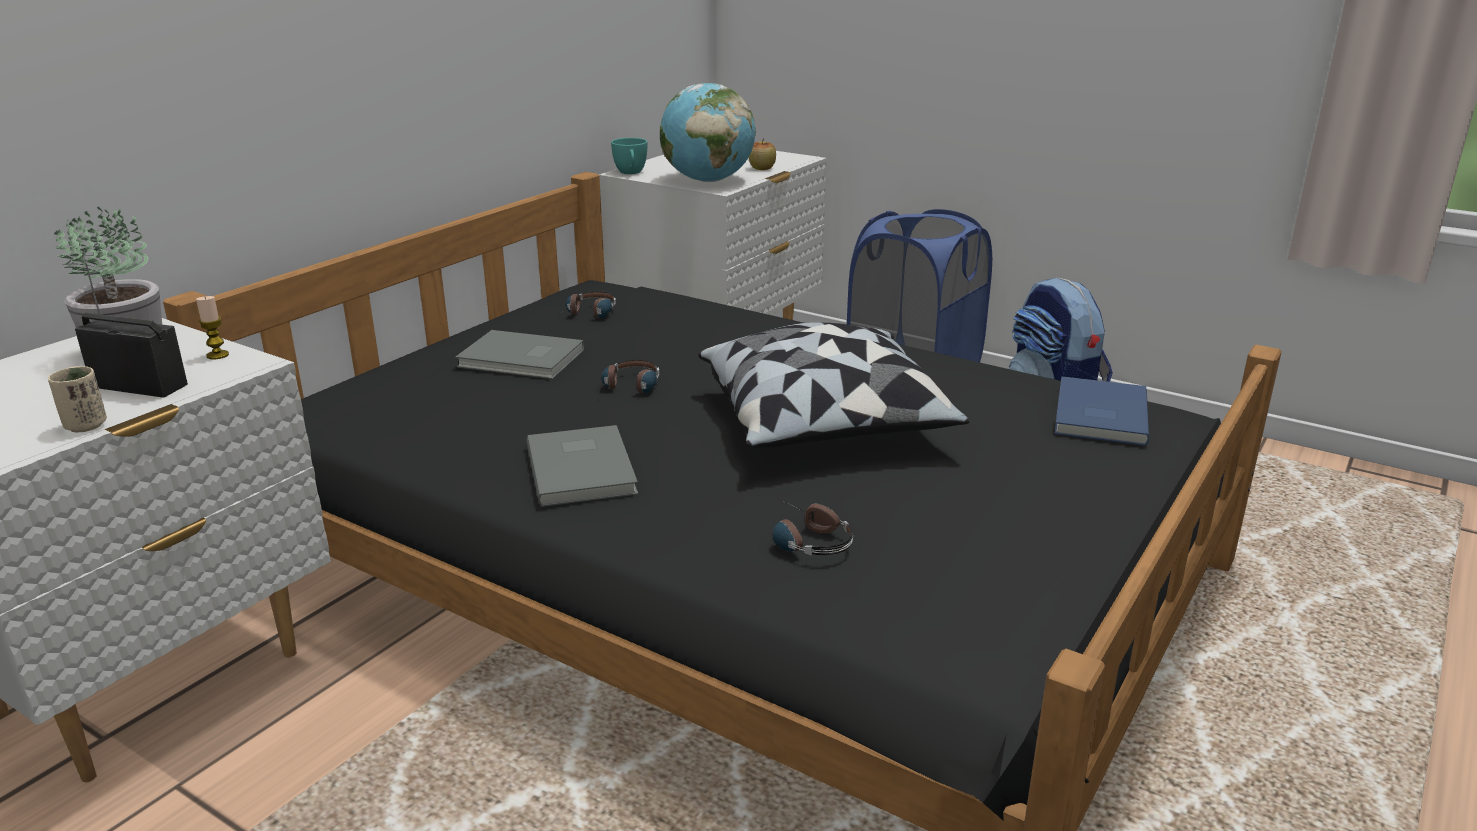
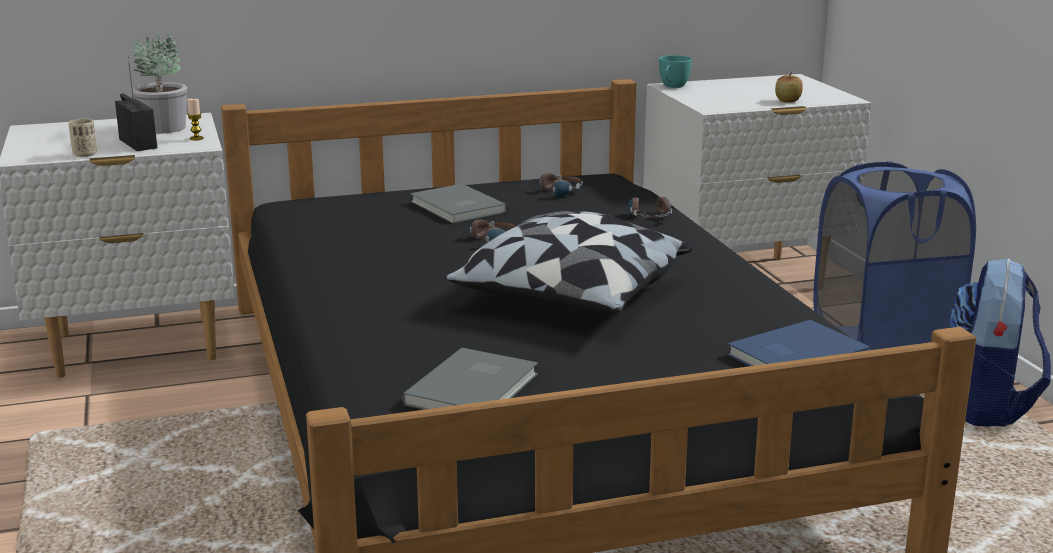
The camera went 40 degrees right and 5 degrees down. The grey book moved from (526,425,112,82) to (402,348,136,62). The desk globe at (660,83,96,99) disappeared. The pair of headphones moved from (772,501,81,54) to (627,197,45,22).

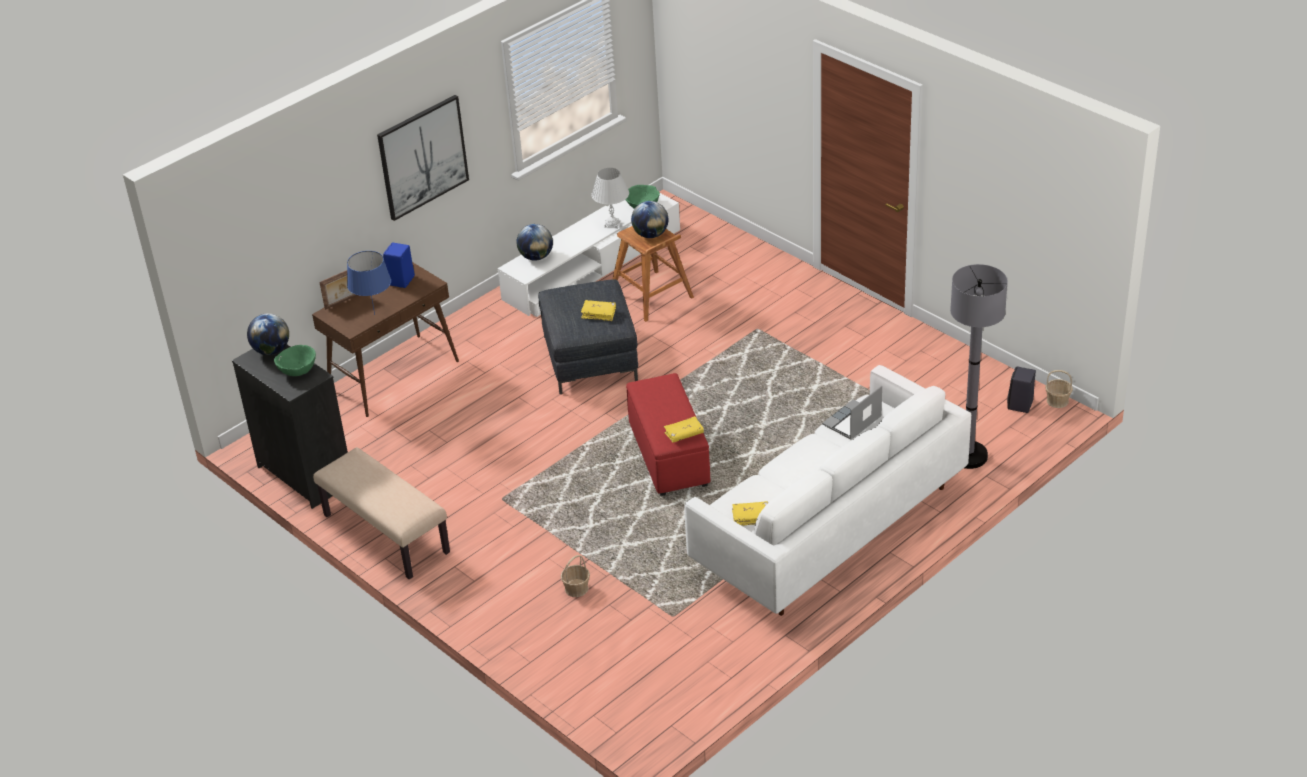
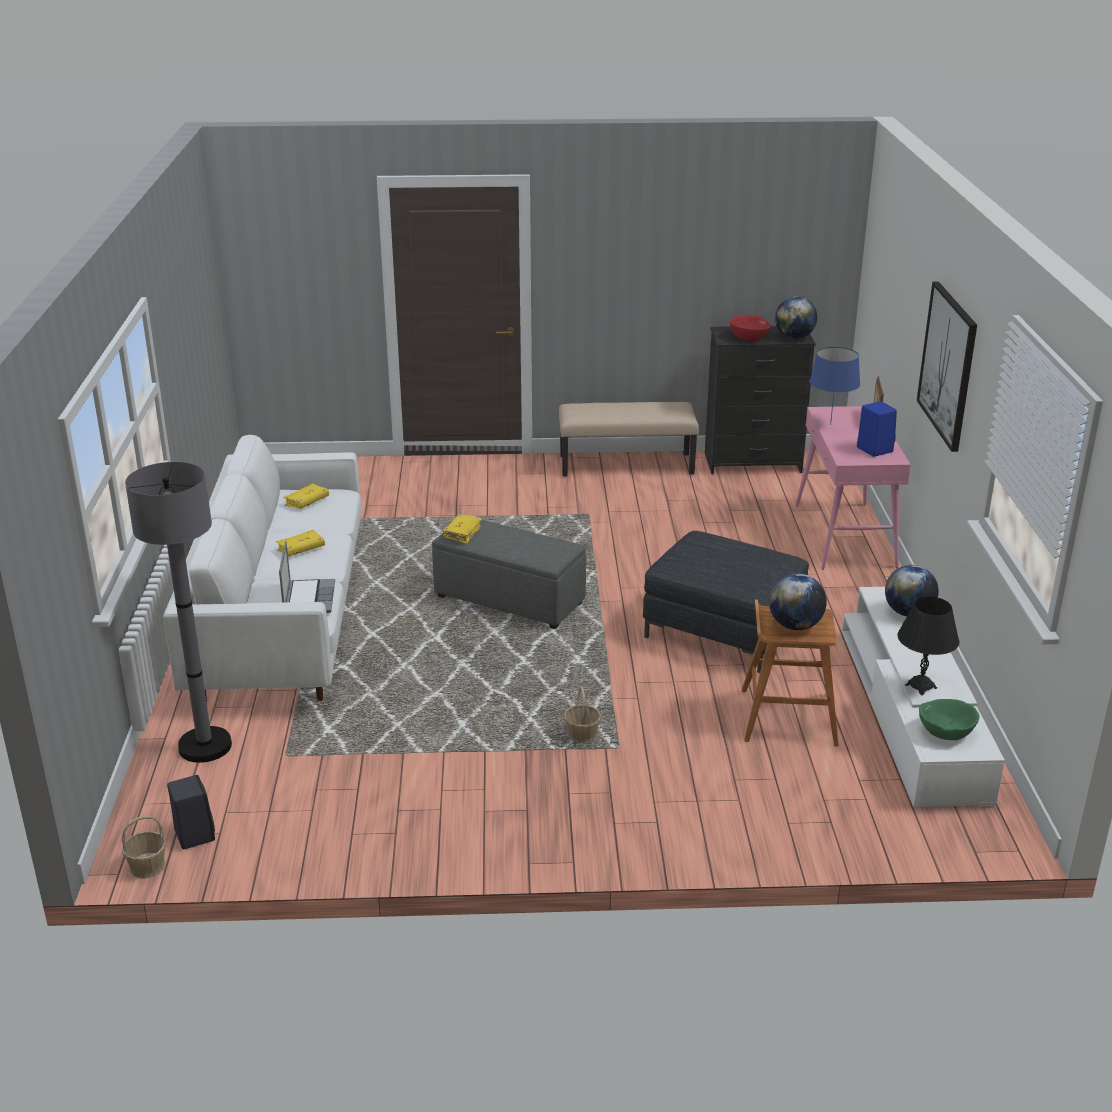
The camera went 130 degrees right and 10 degrees down. The green-coloured bowl at (274,345,42,31) became the red-coloured bowl at (730,314,40,27). The brown-coloured narrow table at (312,262,147,155) became the pink narrow table at (795,406,116,164). The basket moved from (561,555,29,42) to (564,686,37,57). The yellowish book moved from (581,300,35,21) to (276,530,49,27). The whitish table lamp at (591,168,38,61) became the blackish table lamp at (897,597,63,98). The red-coloured footrest at (626,373,85,123) became the grey footrest at (432,520,154,109).

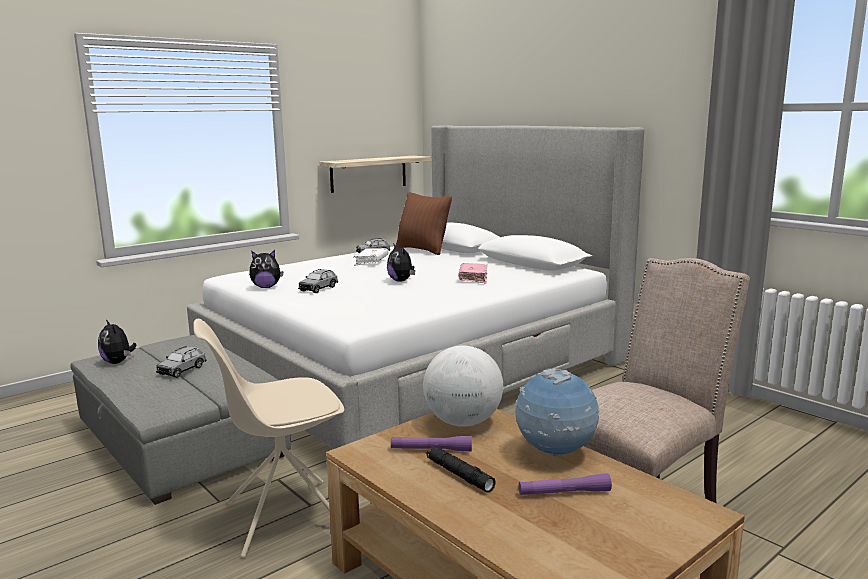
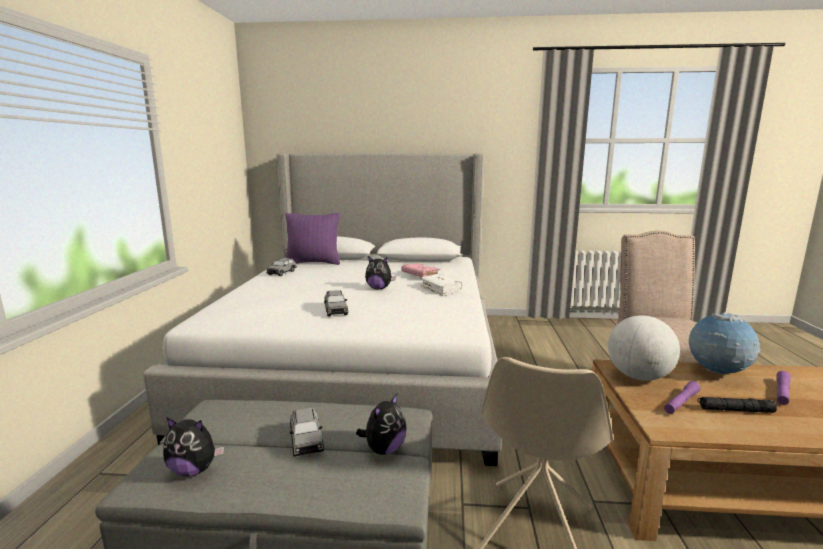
The camera went 45 degrees left and 0 degrees up. The plush toy moved from (249,250,35,38) to (356,394,51,61). The shelf at (319,156,112,37) disappeared. The whitish book moved from (353,248,36,17) to (420,274,43,22). The brown-coloured cushion at (396,192,56,63) became the purple cushion at (286,213,54,52).

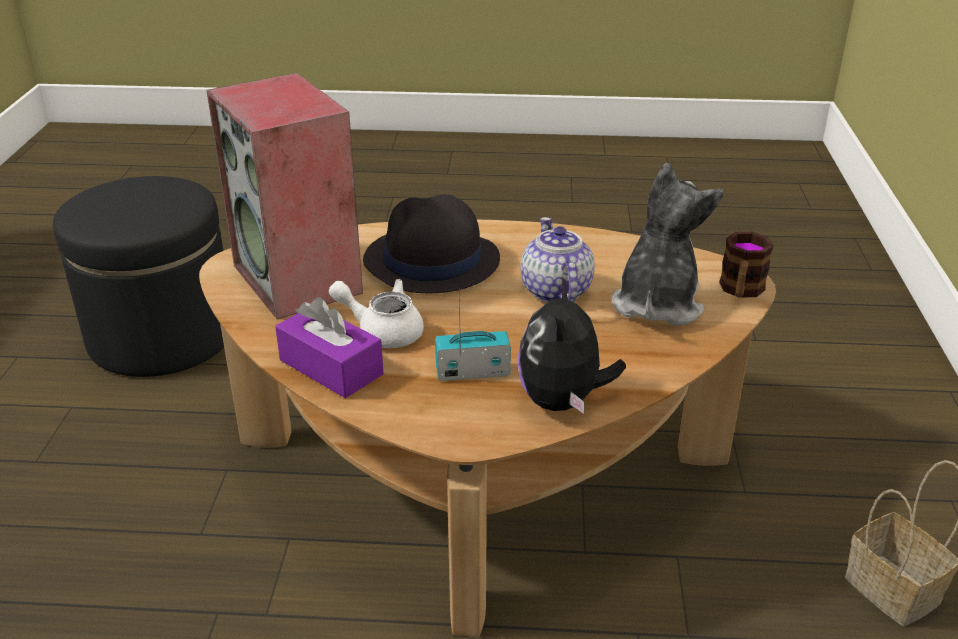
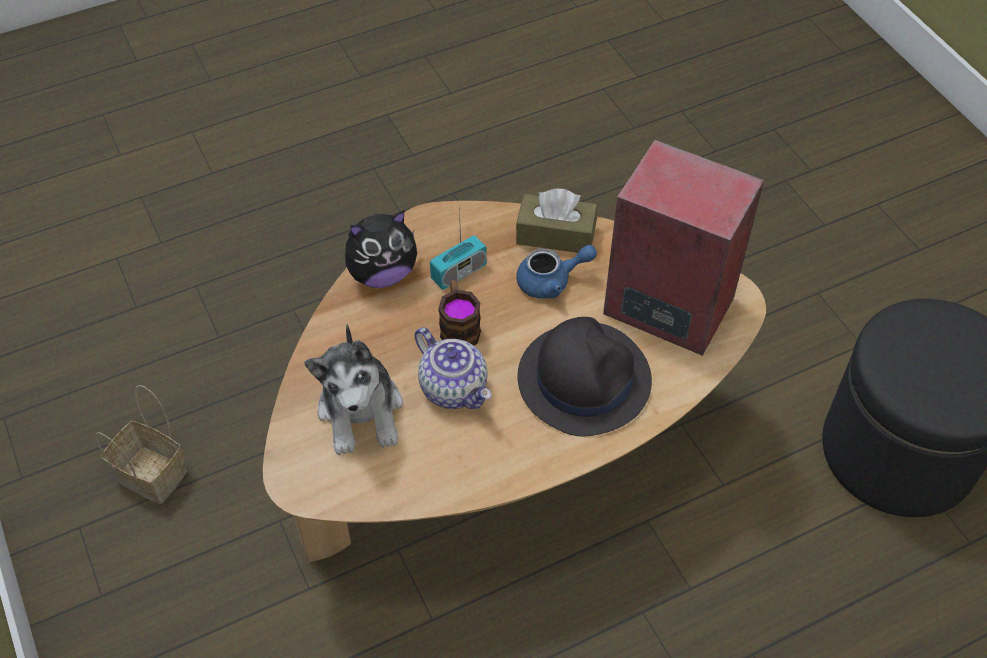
The camera went 150 degrees right and 20 degrees up. The purple tissue box at (275,297,109,101) became the brown-coloured tissue box at (516,188,81,65). The whitish tea pot at (329,279,95,69) became the bluish tea pot at (516,245,81,54). The plush toy at (518,278,108,136) turned 90 degrees clockwise. The coffee mug moved from (719,232,55,66) to (438,280,43,65).

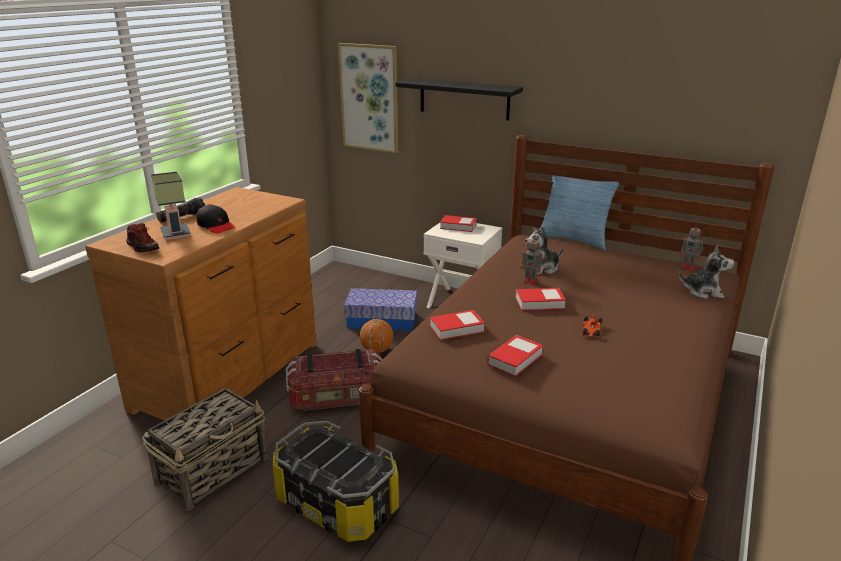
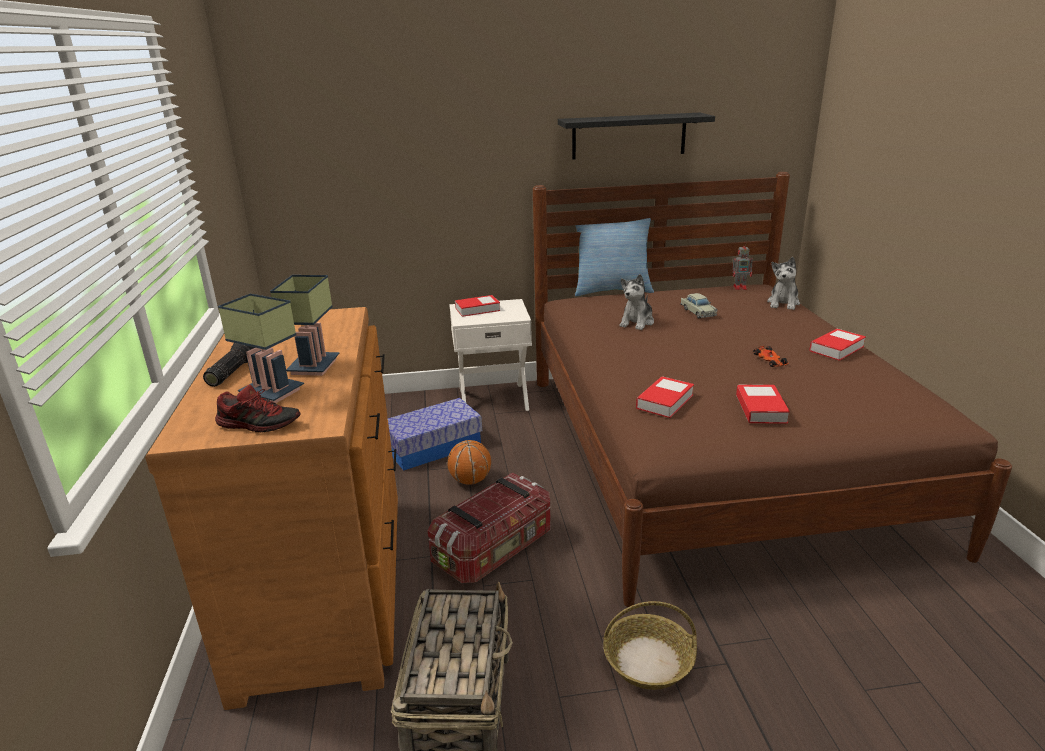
The camera went 35 degrees left and 0 degrees up. The blackish cap at (196,204,40,29) was replaced by the table lamp at (270,275,70,101). The storage bin at (273,421,126,121) was replaced by the basket at (603,601,94,89). The wall picture at (338,43,60,110) disappeared. The blackish shelf moved from (396,78,127,43) to (558,113,157,47). The book moved from (516,288,50,23) to (809,329,57,32). The model robot at (521,236,23,49) disappeared. The plush toy at (679,245,55,54) turned 135 degrees clockwise. The beige toy car at (680,293,38,25) appeared.

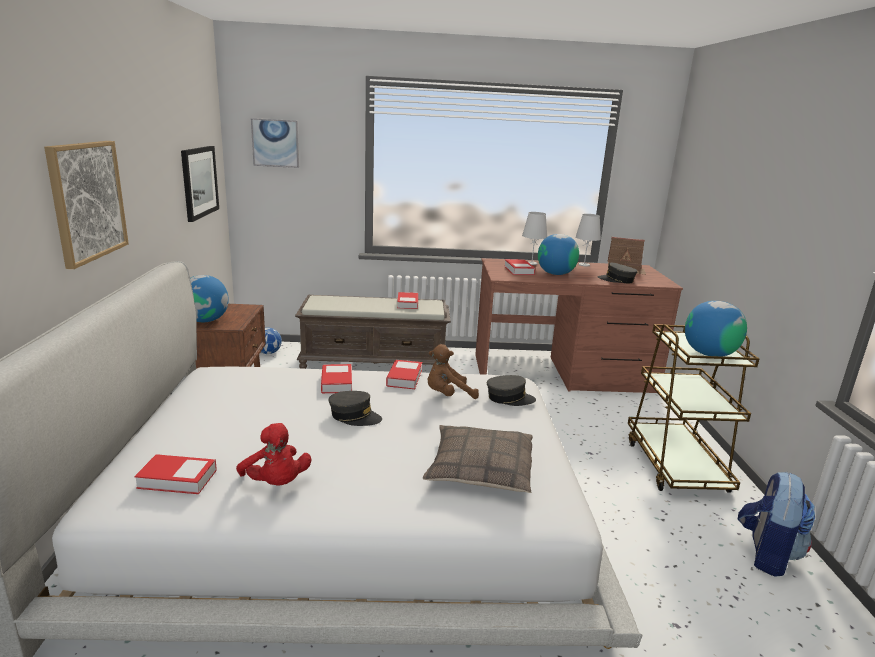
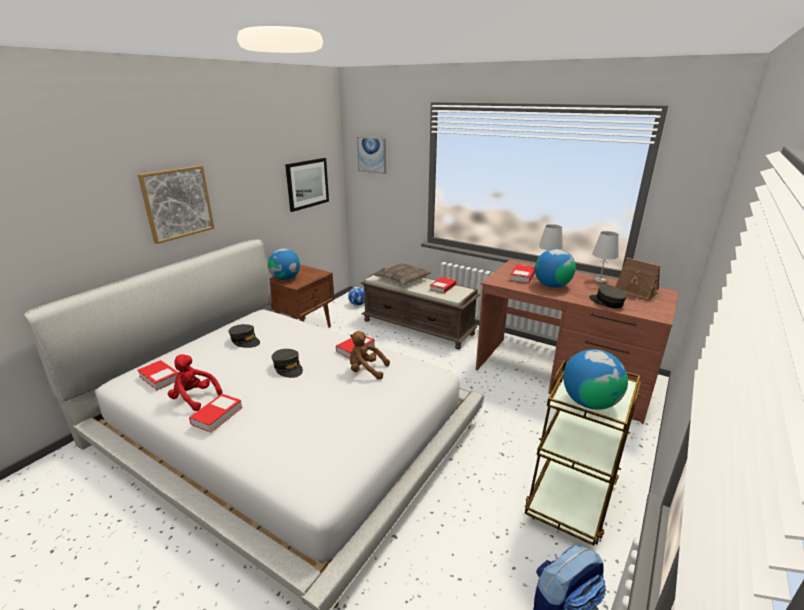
The camera went 35 degrees right and 5 degrees up. The red-coloured plush toy at (236,423,76,62) turned 120 degrees clockwise. The book moved from (321,364,31,29) to (189,394,54,39). The cushion moved from (423,425,110,68) to (373,264,58,21). The grey cap moved from (487,375,49,31) to (228,324,32,24).

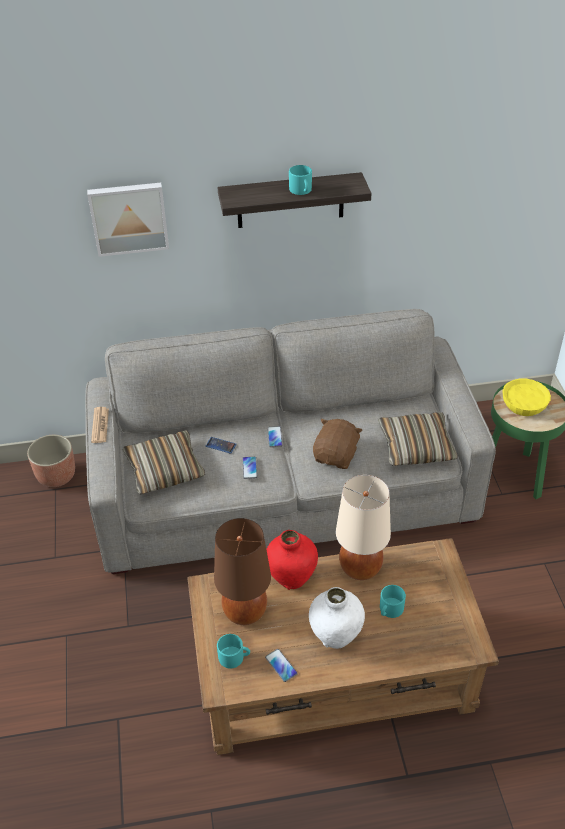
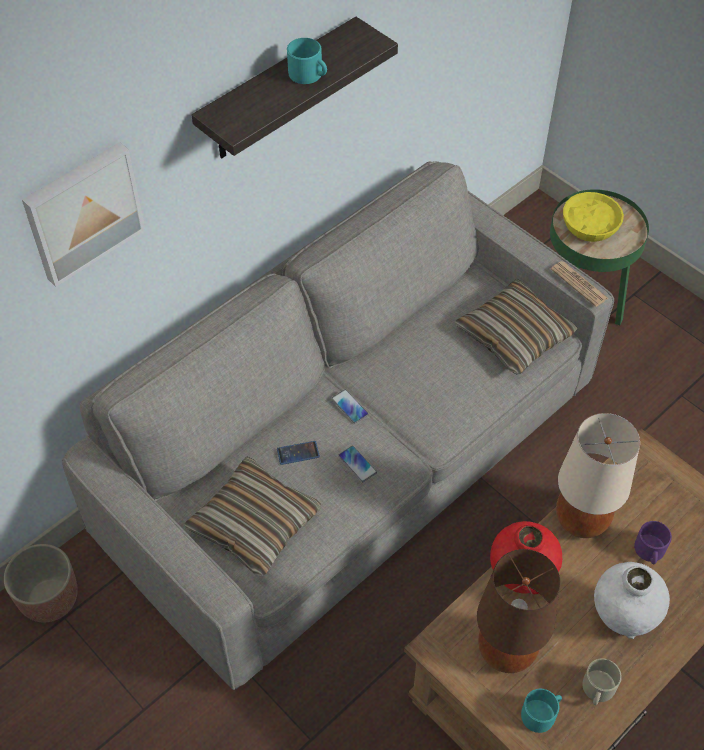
The camera went 35 degrees left and 10 degrees up. The daily paper moved from (91,407,18,36) to (551,261,58,46). The handset at (265,649,33,33) was replaced by the beige coffee mug at (582,658,40,47). The brown-coloured plush toy at (313,418,49,51) disappeared. The turquoise-coloured coffee mug at (380,585,26,33) became the purple coffee mug at (634,521,38,43).

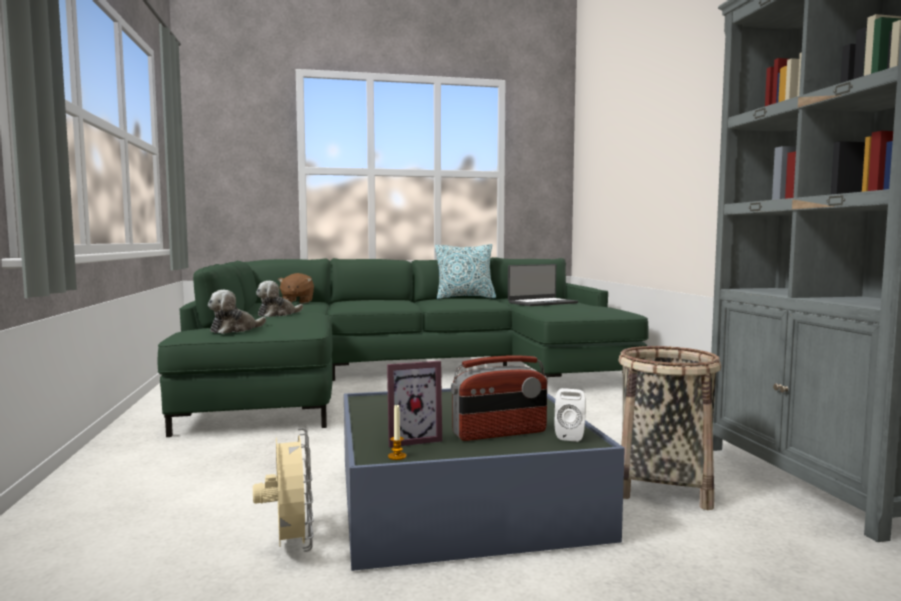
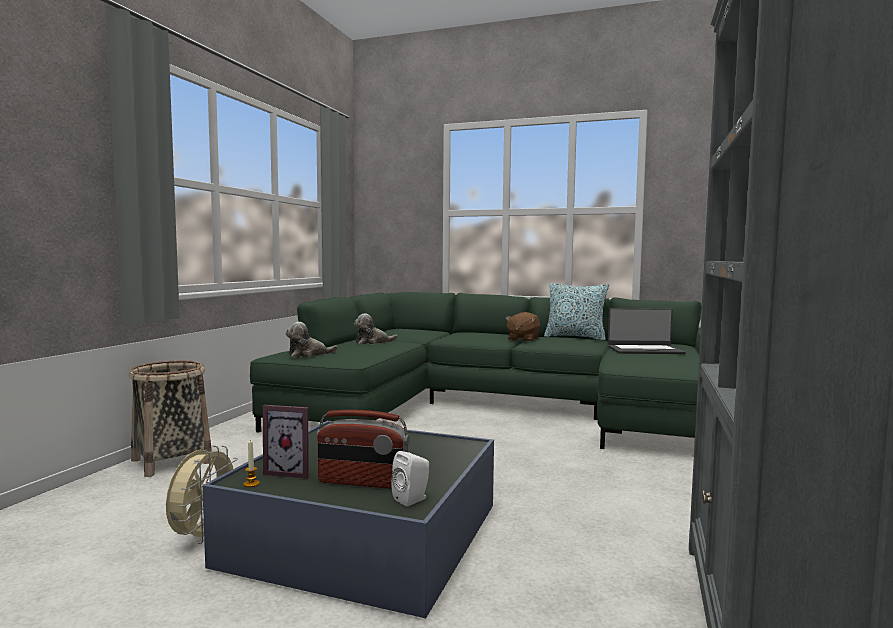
The camera went 30 degrees right and 0 degrees up. The brown-coloured plush toy moved from (278,273,36,30) to (506,312,34,30). The basket moved from (619,346,102,164) to (129,361,83,116).

